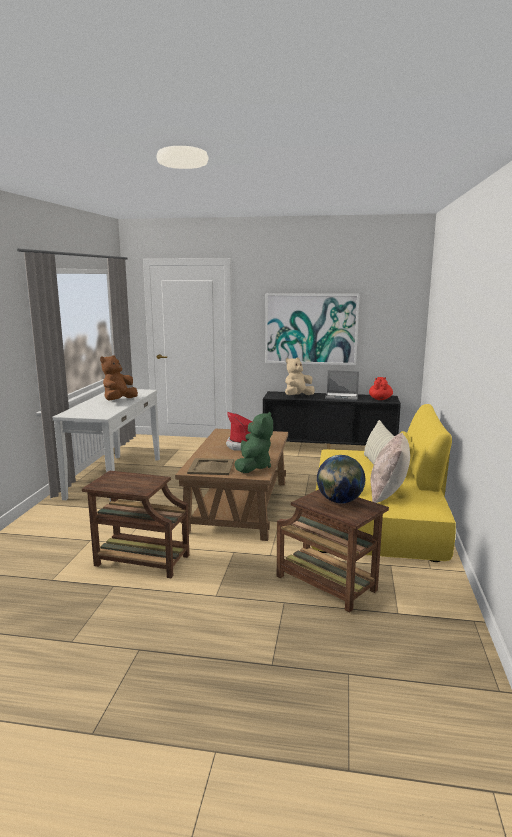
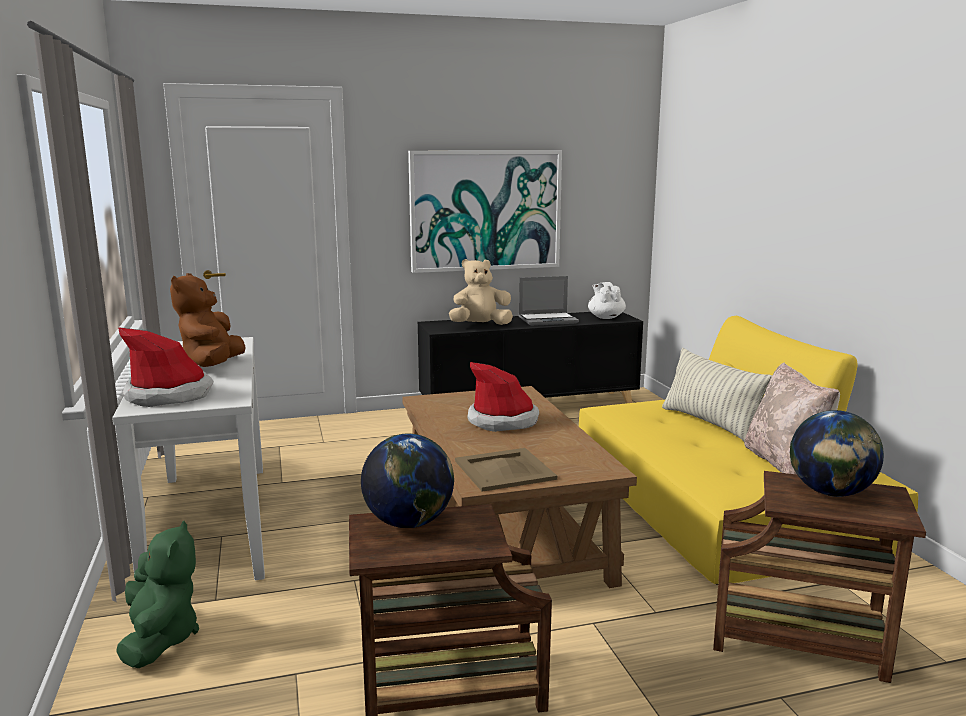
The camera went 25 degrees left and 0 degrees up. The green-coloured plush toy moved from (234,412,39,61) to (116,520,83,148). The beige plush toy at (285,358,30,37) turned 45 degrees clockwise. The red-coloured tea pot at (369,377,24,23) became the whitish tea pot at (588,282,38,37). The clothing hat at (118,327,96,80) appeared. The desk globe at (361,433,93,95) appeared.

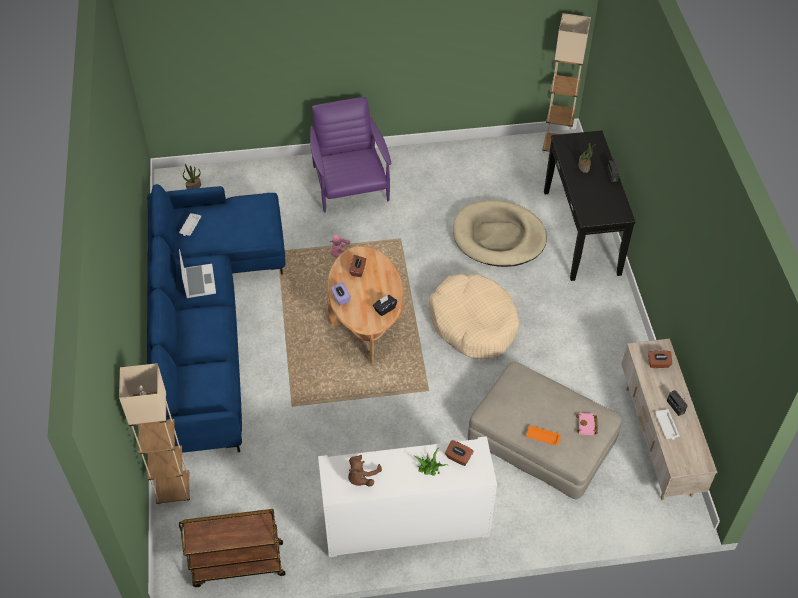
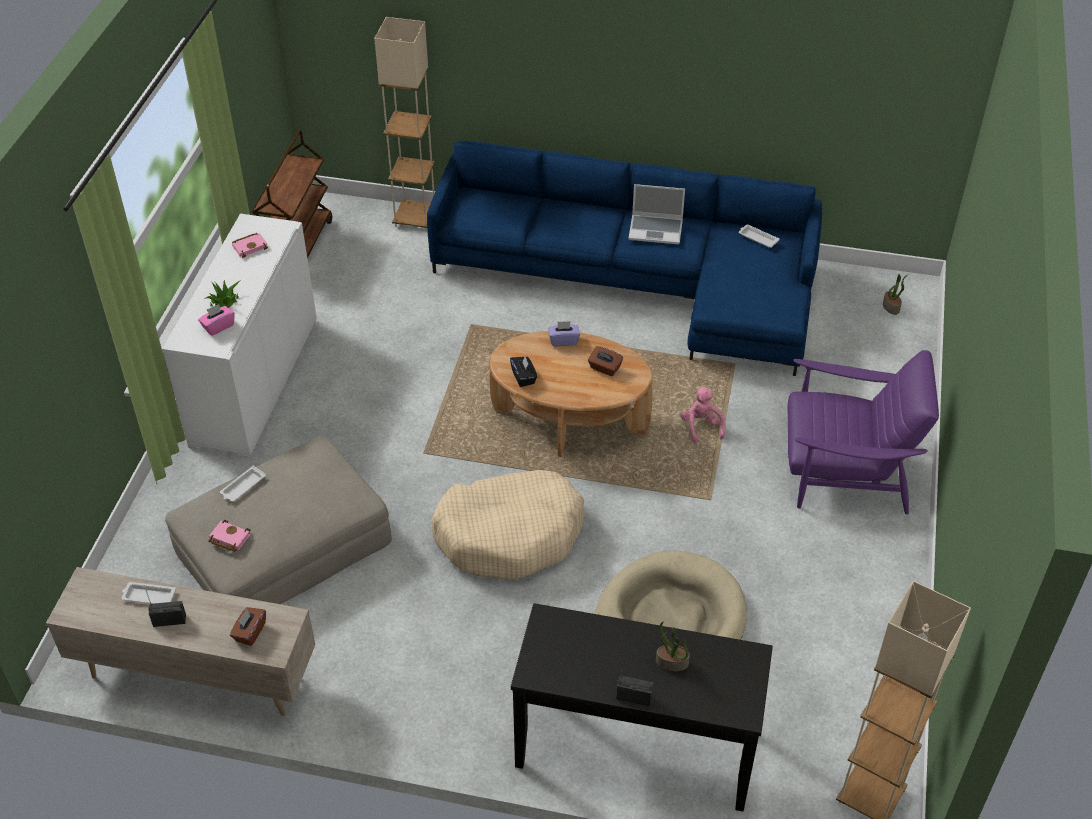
The camera went 110 degrees right and 5 degrees down. The brown-coloured plush toy at (348,455,34,32) was replaced by the pink book at (232,233,36,25). The brown-coloured tissue box at (445,440,29,26) became the pink tissue box at (198,304,37,32). The orange serving tray at (526,425,35,21) became the whitish serving tray at (220,466,46,36).

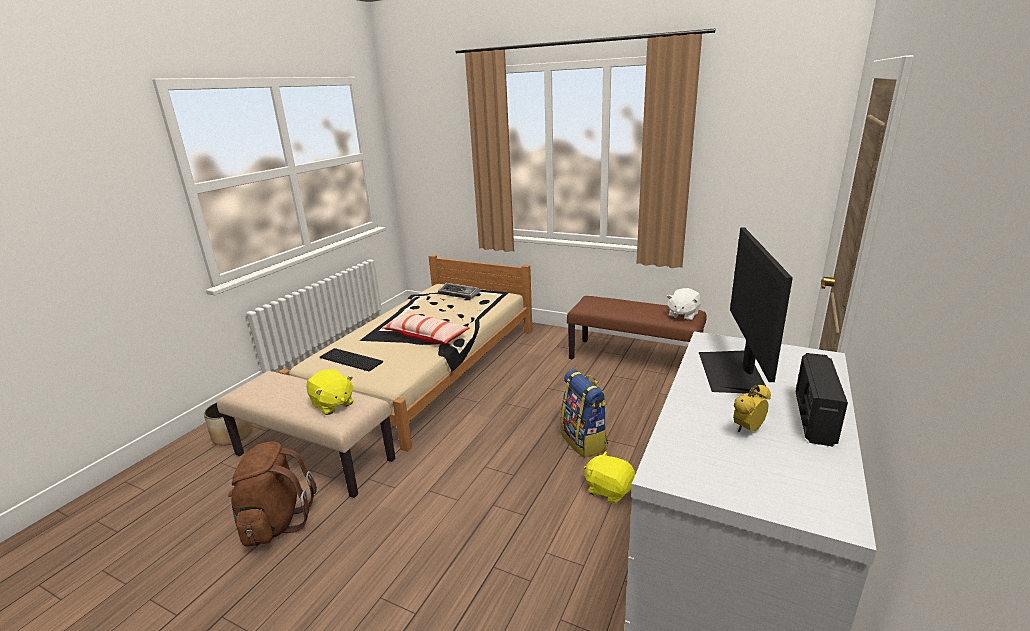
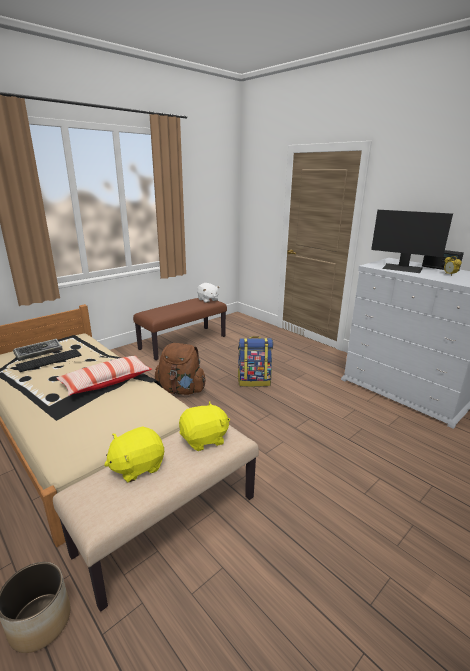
The camera went 70 degrees left and 0 degrees up. The brown-coloured knapsack moved from (228,442,89,105) to (155,343,51,52). The computer keyboard moved from (320,348,63,23) to (16,349,66,23). The yellowish plush toy moved from (584,451,51,53) to (104,426,60,57).

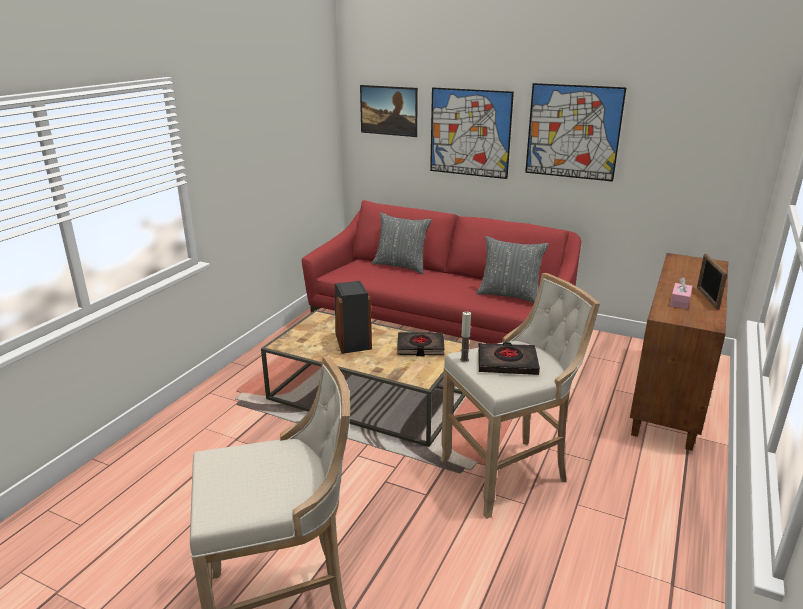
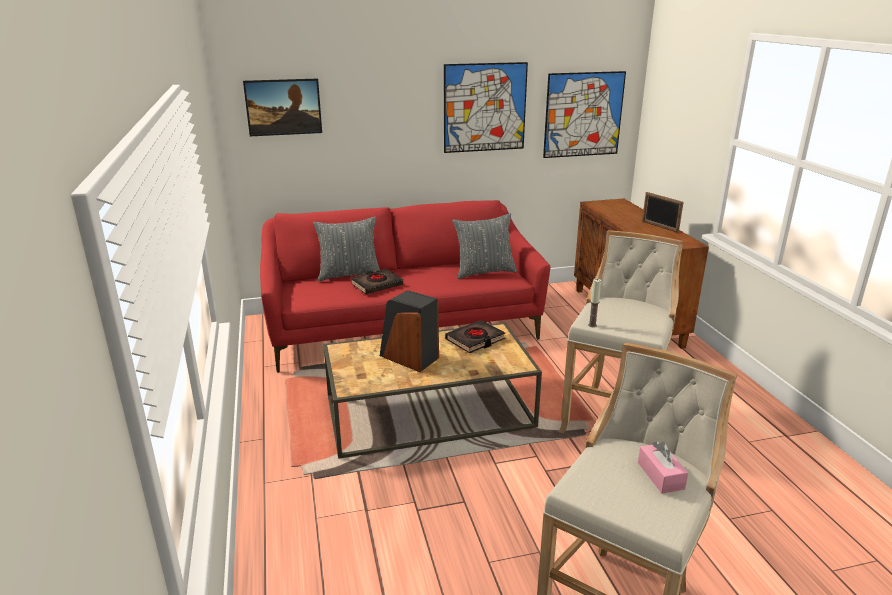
The camera went 40 degrees left and 0 degrees up. The wall picture moved from (430,87,84,92) to (543,71,83,87). The blackish book moved from (478,342,62,33) to (351,269,52,25). The pink tissue box moved from (670,277,22,32) to (638,441,50,53).

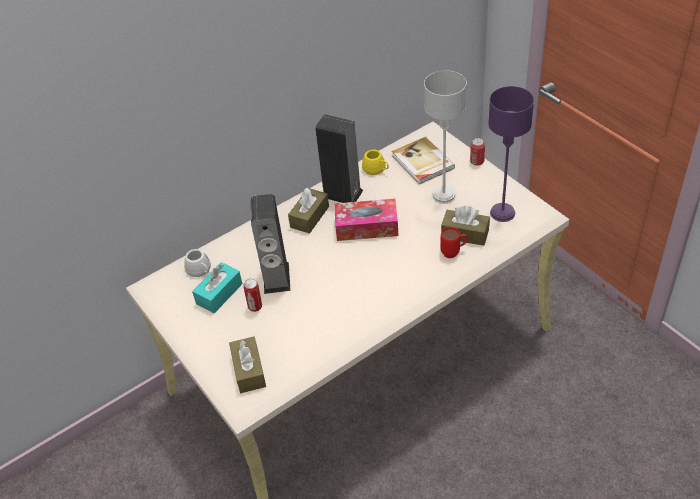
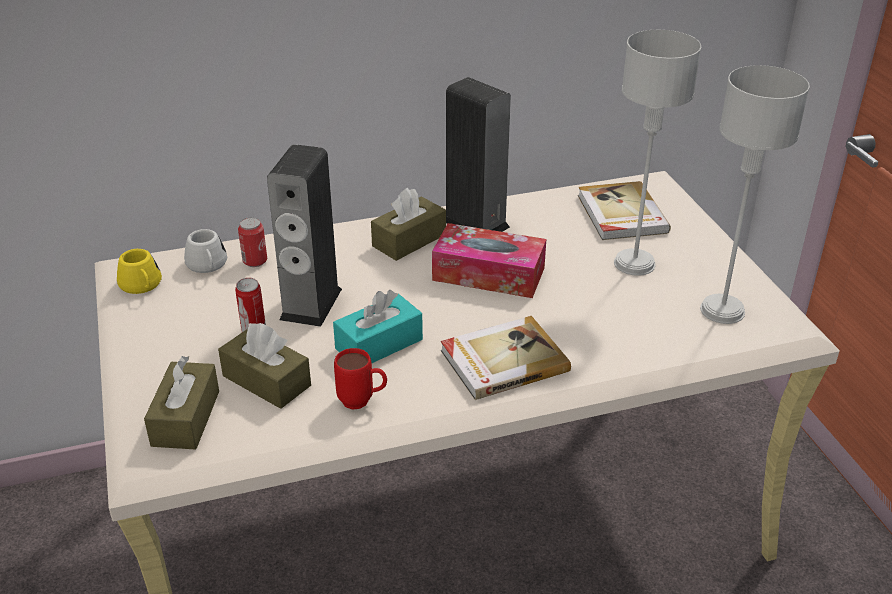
The camera went 15 degrees right and 10 degrees down. The turquoise-coloured tissue box moved from (192,262,50,51) to (333,290,90,74). The yellowish coffee mug moved from (362,150,27,25) to (117,249,45,45). The brown-coloured tissue box moved from (441,206,49,40) to (218,323,93,86). The red-coloured coffee mug moved from (441,227,27,31) to (334,348,53,61). The can moved from (470,138,15,28) to (238,218,29,49). The purple table lamp at (488,86,46,136) became the grey table lamp at (700,65,110,259). The book at (441,316,130,84) appeared.

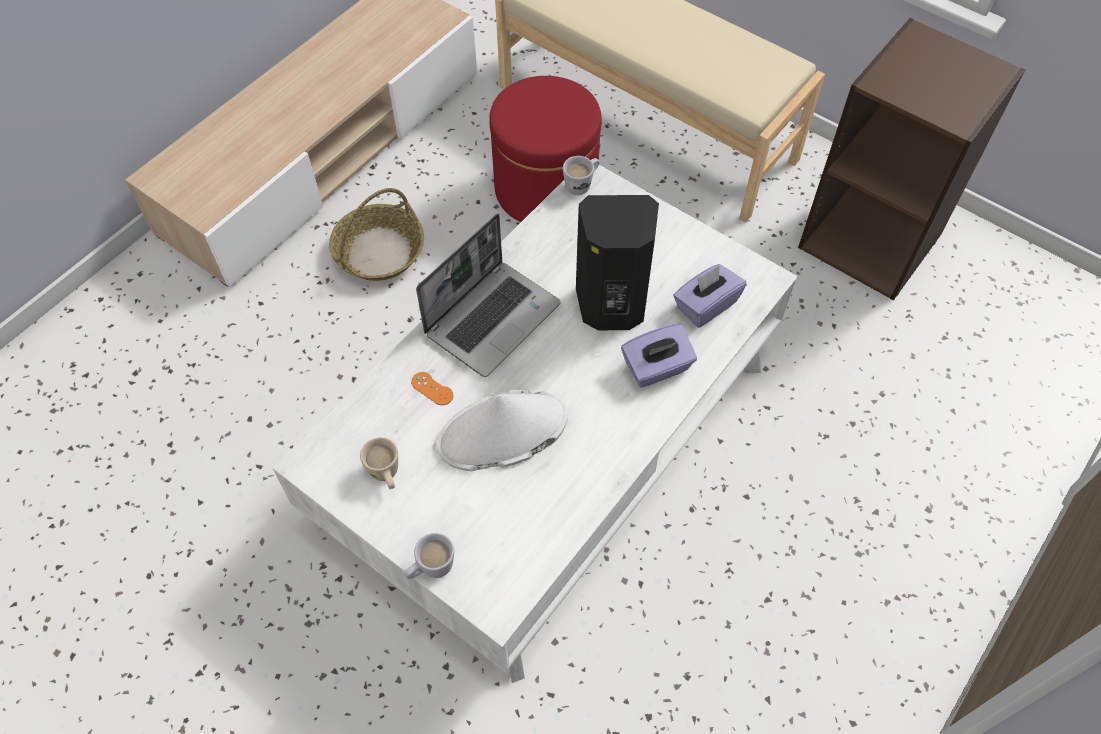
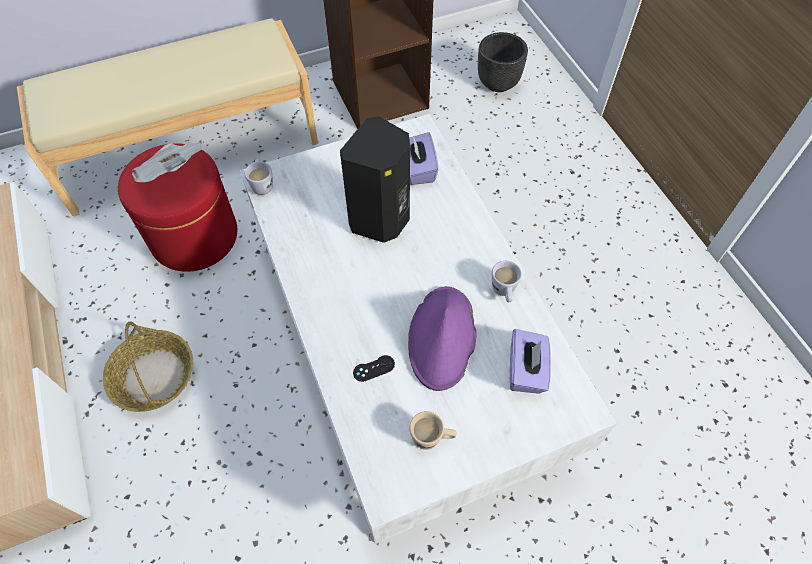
The camera went 60 degrees left and 0 degrees up. The whitish coffee mug moved from (404,533,50,46) to (492,261,30,41). The orange joypad at (411,372,42,33) became the blackish joypad at (353,355,42,27). The notebook computer at (416,214,145,163) disappeared. The whitish clothing hat at (437,390,131,81) became the purple clothing hat at (408,286,69,105). The purple tissue box moved from (621,324,76,64) to (510,329,41,65). The daily paper at (132,142,71,40) appeared. The blackish plant pot at (478,32,50,60) appeared.

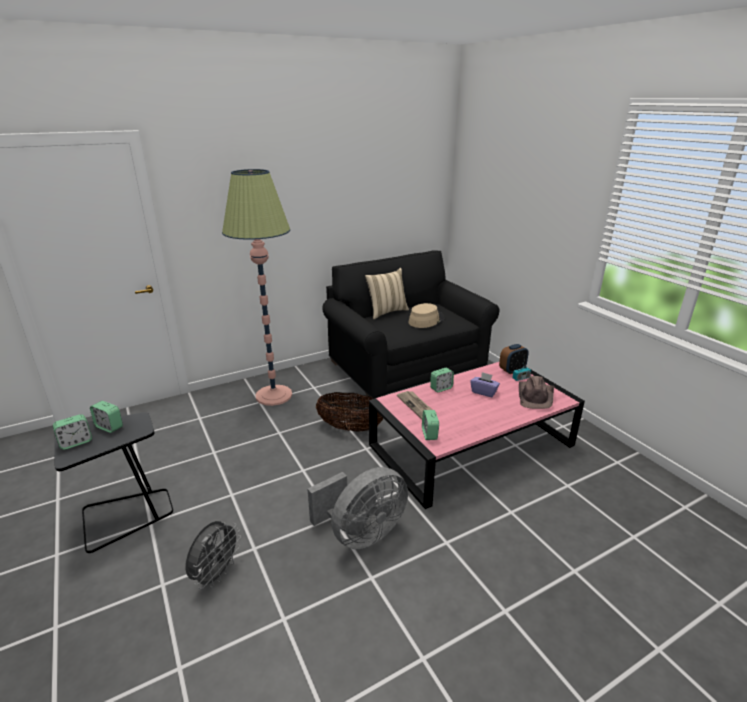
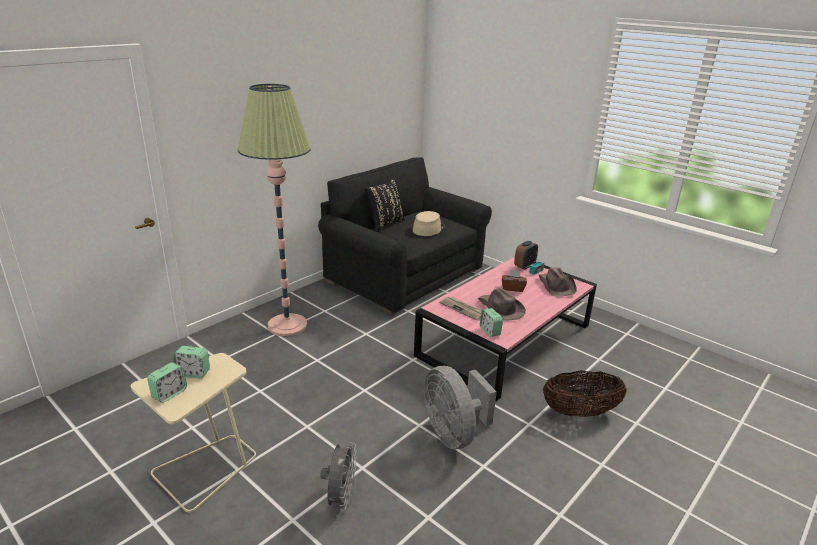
The camera went 20 degrees left and 0 degrees up. The blackish side table at (54,412,119,141) became the beige side table at (131,353,125,160). The grey cooling fan at (308,467,100,82) turned 120 degrees clockwise. The basket moved from (316,392,67,40) to (543,371,83,46). The beige cushion at (365,268,44,51) became the blackish cushion at (364,177,41,55). The alarm clock at (430,368,24,24) disappeared. The purple tissue box at (470,372,30,25) became the brown-coloured tissue box at (502,270,25,22). The brown-coloured clothing hat at (478,288,48,32) appeared.

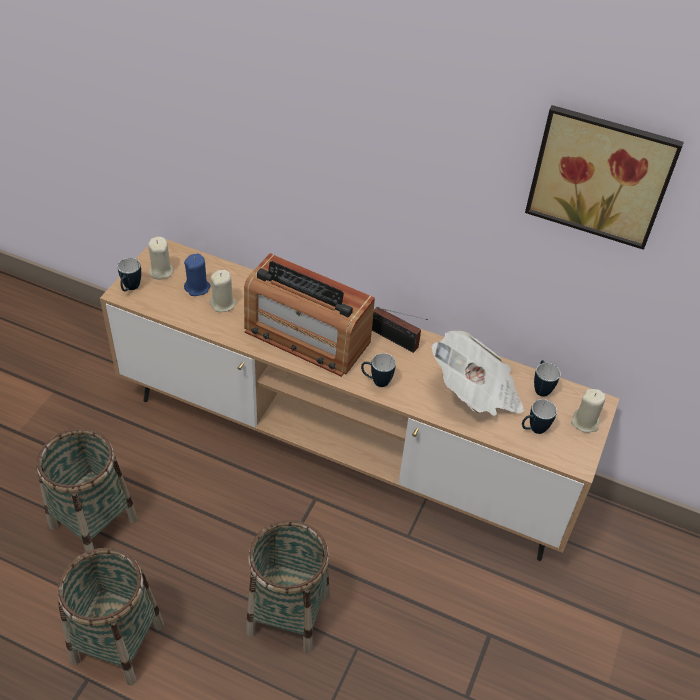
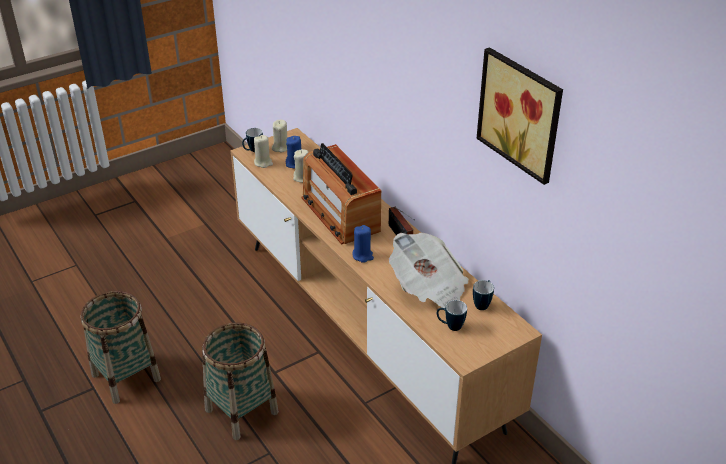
The camera went 35 degrees right and 10 degrees down. The basket at (36,428,102,124) disappeared. The coffee mug at (361,353,35,34) was replaced by the bluish candle at (353,225,21,38). The beige candle moved from (571,389,35,44) to (254,135,19,33).

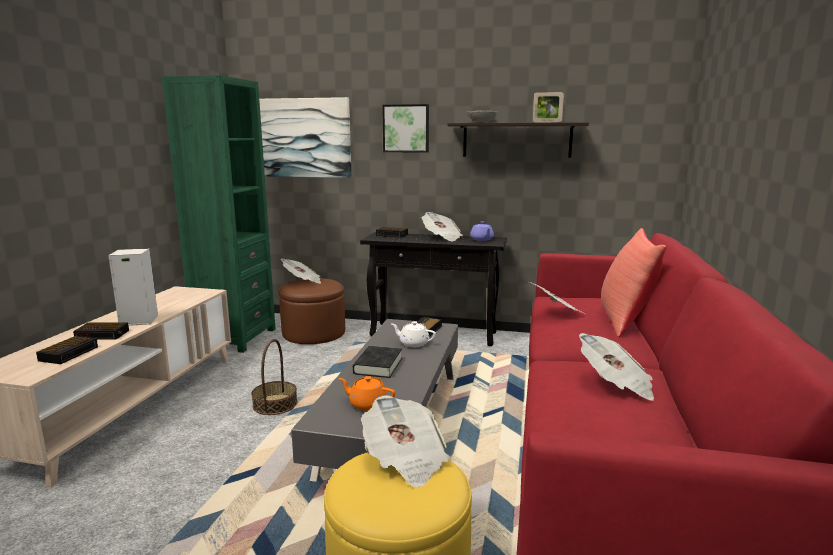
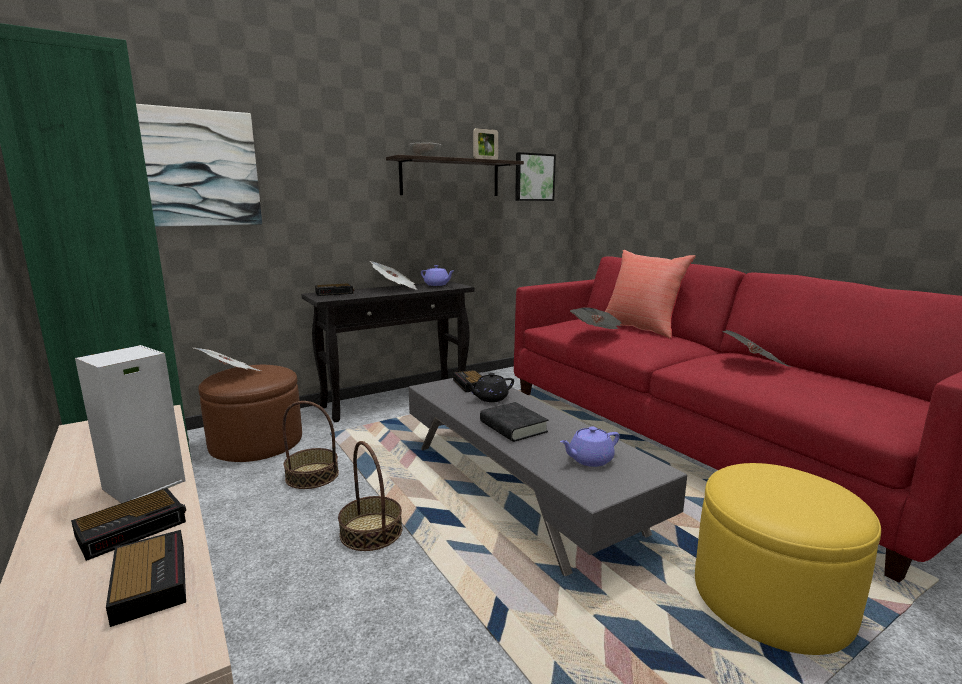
The camera went 45 degrees left and 0 degrees up. The orange tea pot at (339,376,56,35) became the purple tea pot at (560,427,60,40). The daily paper at (361,395,89,92) disappeared. The wall picture moved from (382,104,47,49) to (515,152,41,49). The whitish tea pot at (392,321,44,26) became the blackish tea pot at (465,373,49,29). The basket at (282,401,57,88) appeared.

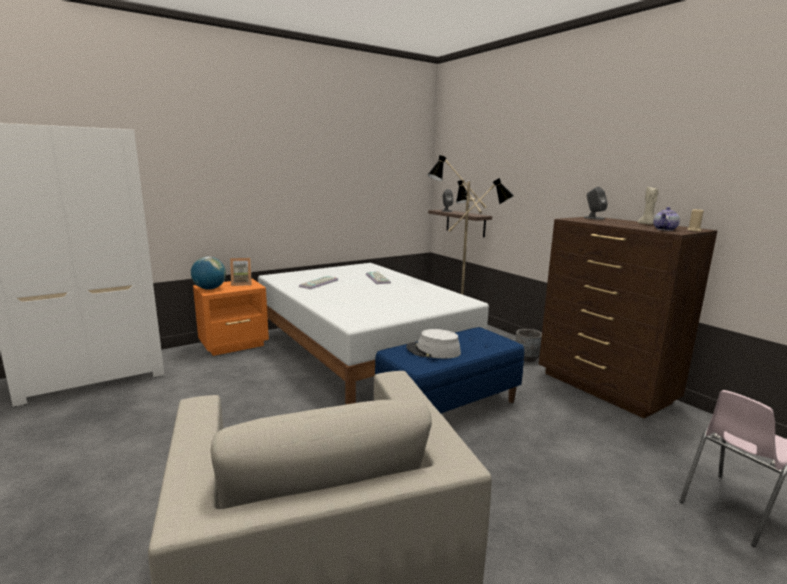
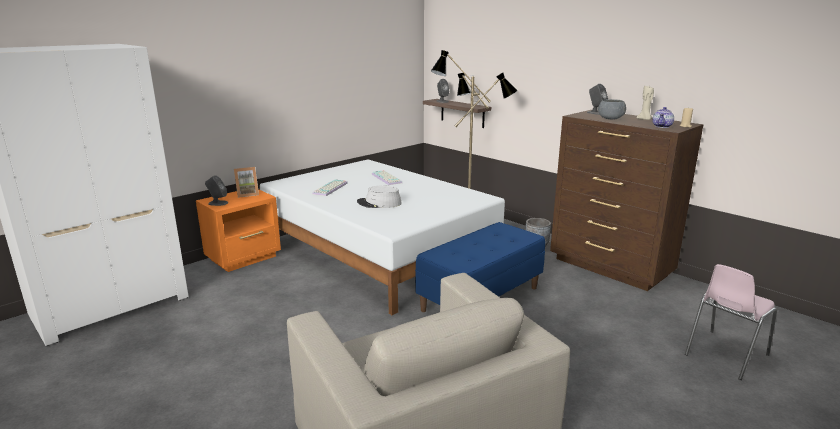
The camera went 10 degrees left and 5 degrees up. The desk globe at (191,256,35,34) was replaced by the grey audio speaker at (205,175,23,31). The grey clothing hat moved from (406,329,55,29) to (357,185,45,23). The grey bowl at (598,99,28,21) appeared.

